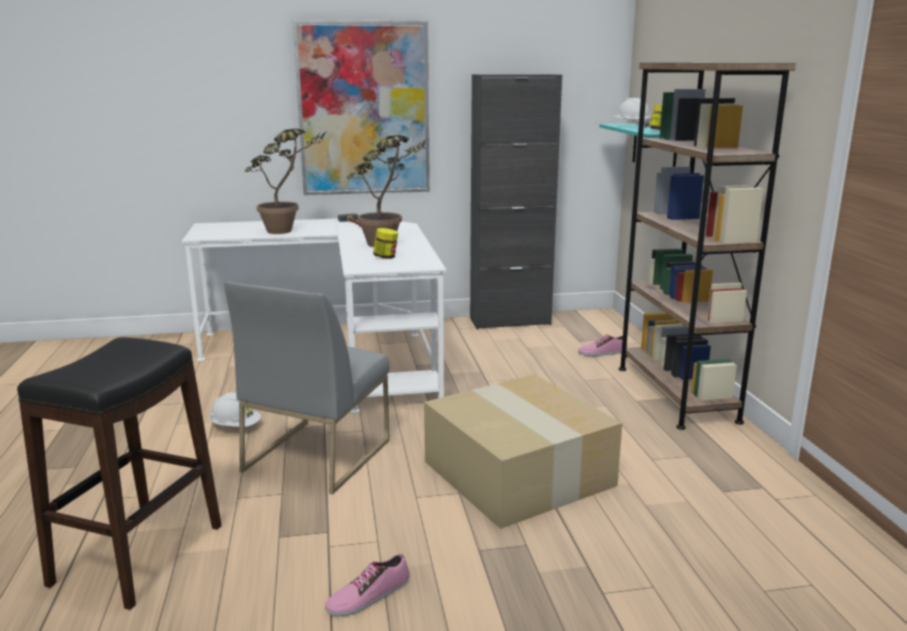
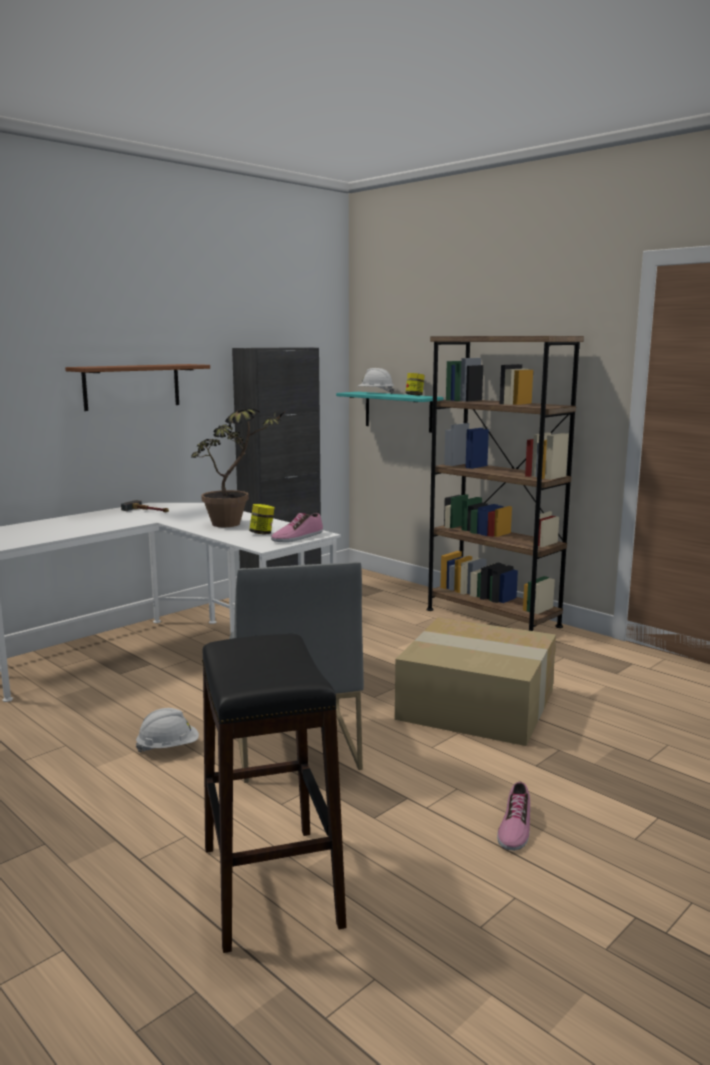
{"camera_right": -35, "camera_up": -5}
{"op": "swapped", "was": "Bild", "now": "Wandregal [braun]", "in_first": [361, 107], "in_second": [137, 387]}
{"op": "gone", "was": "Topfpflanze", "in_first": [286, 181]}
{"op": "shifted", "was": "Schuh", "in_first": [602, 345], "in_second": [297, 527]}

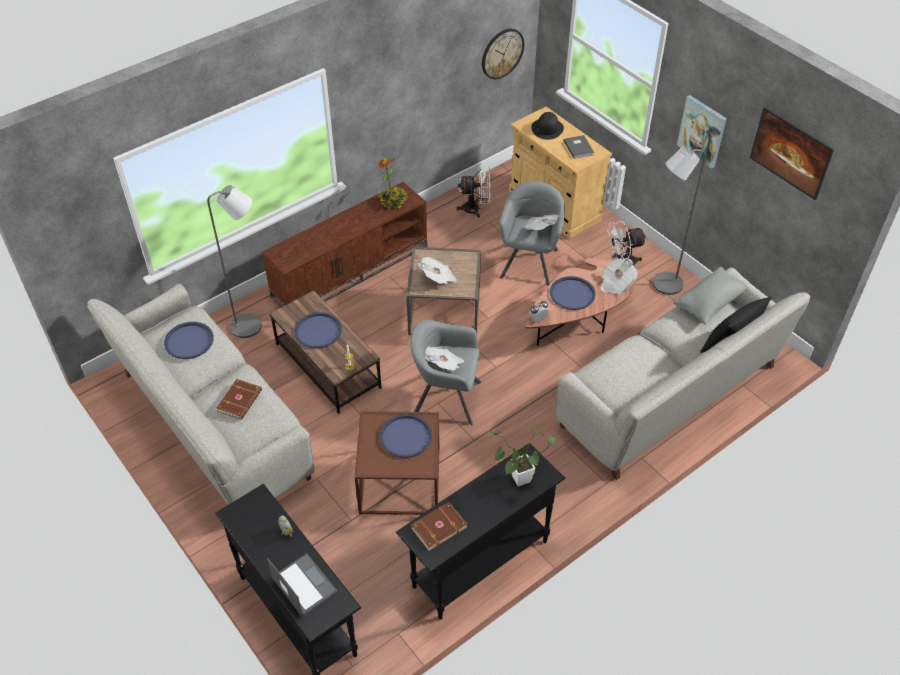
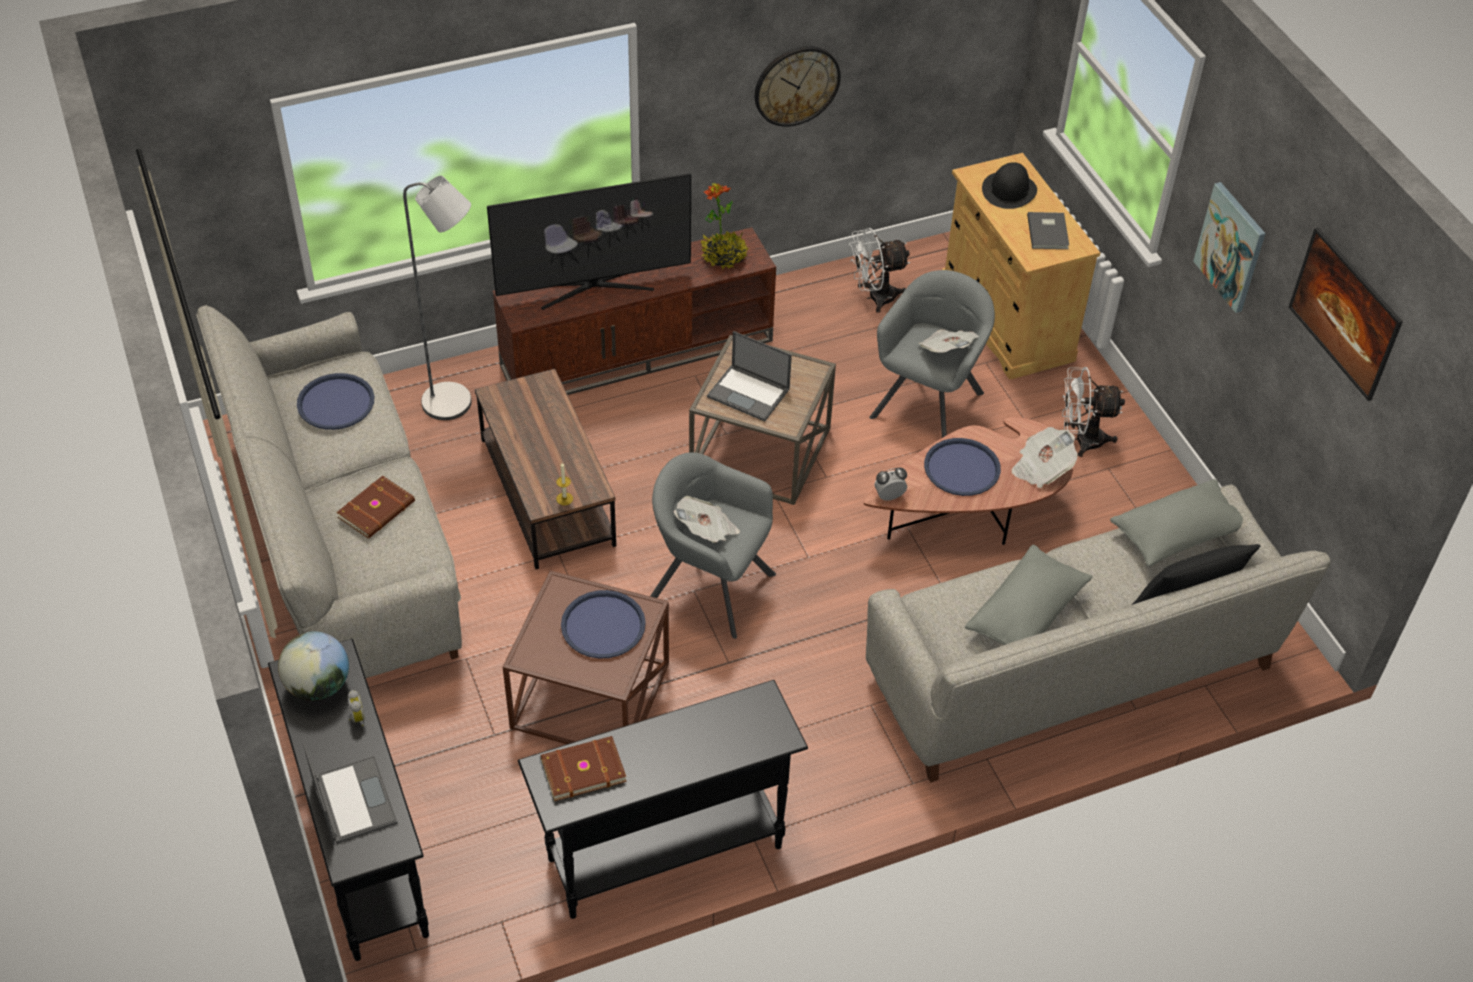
{"camera_right": 15, "camera_up": 0}
{"op": "shifted", "was": "Wanduhr", "in_first": [503, 54], "in_second": [798, 86]}
{"op": "gone", "was": "Stehlampe [grau]", "in_first": [679, 220]}
{"op": "rotated", "was": "Ventilator [weiß]", "in_first": [473, 192], "in_second": [879, 270], "clockwise": 150}
{"op": "swapped", "was": "Zeitung", "now": "Laptop", "in_first": [437, 270], "in_second": [749, 376]}
{"op": "gone", "was": "Tablett [blau]", "in_first": [318, 330]}
{"op": "gone", "was": "Topfpflanze", "in_first": [522, 457]}
{"op": "new", "now": "Fernseher", "in_second": [589, 241]}
{"op": "new", "now": "Kissen [grau]", "in_second": [1029, 595]}
{"op": "new", "now": "Globus", "in_second": [313, 666]}

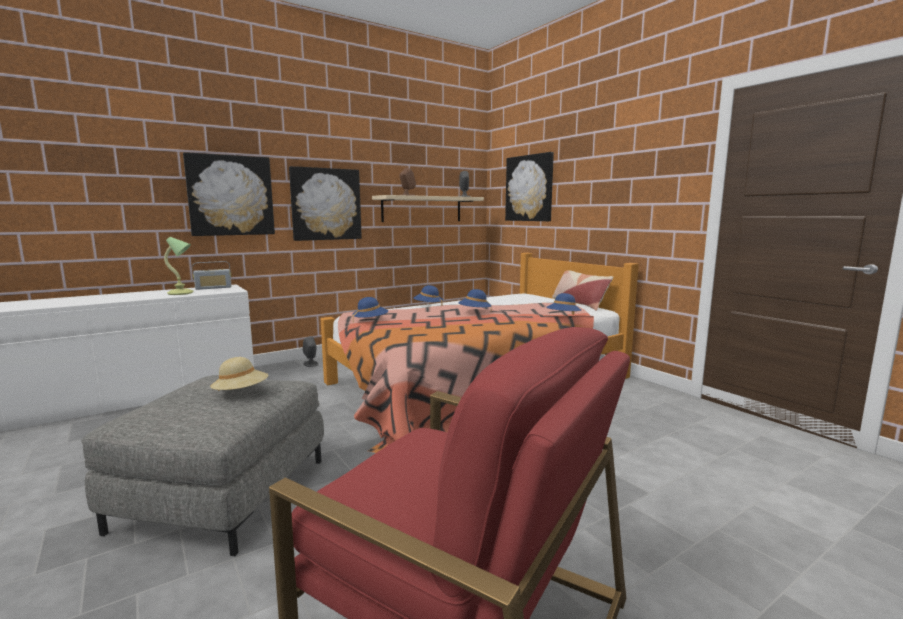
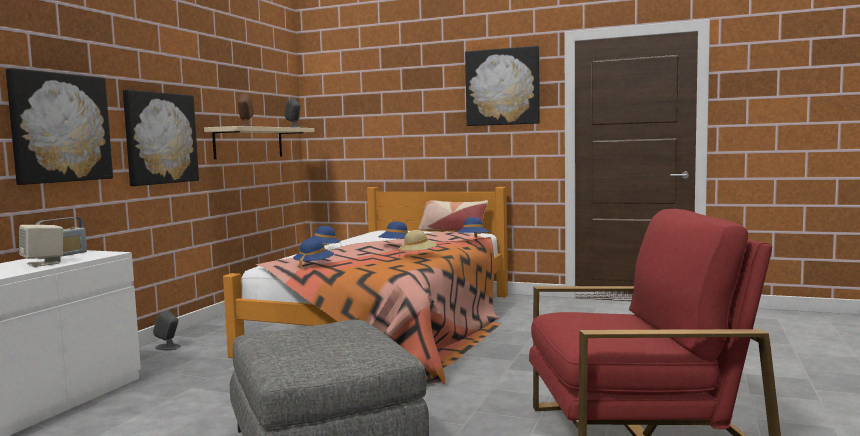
{"camera_right": -35, "camera_up": -5}
{"op": "shifted", "was": "Bild", "in_first": [529, 186], "in_second": [502, 86]}
{"op": "swapped", "was": "Tischlampe", "now": "Lautsprecher [beige]", "in_first": [179, 266], "in_second": [41, 246]}
{"op": "shifted", "was": "Hut [beige]", "in_first": [239, 374], "in_second": [418, 243]}

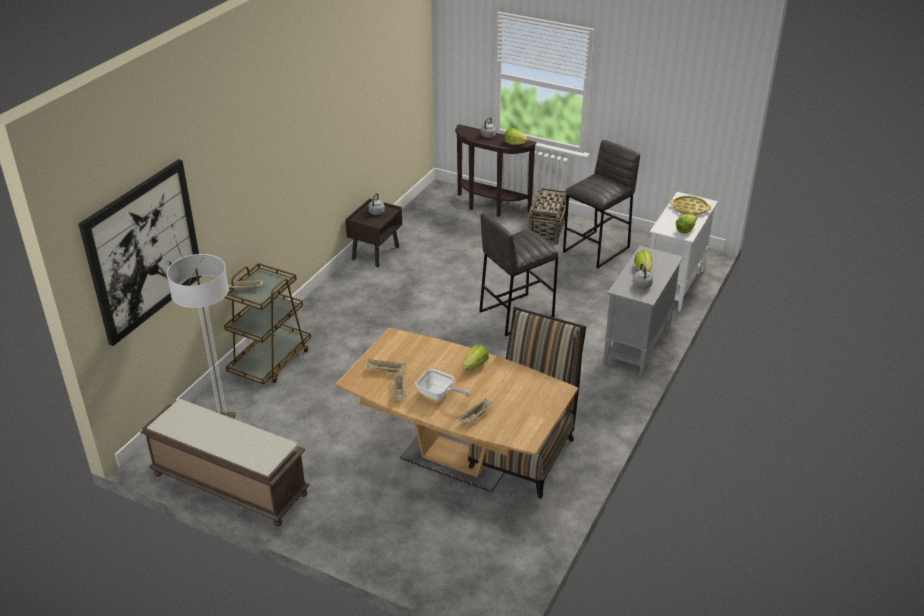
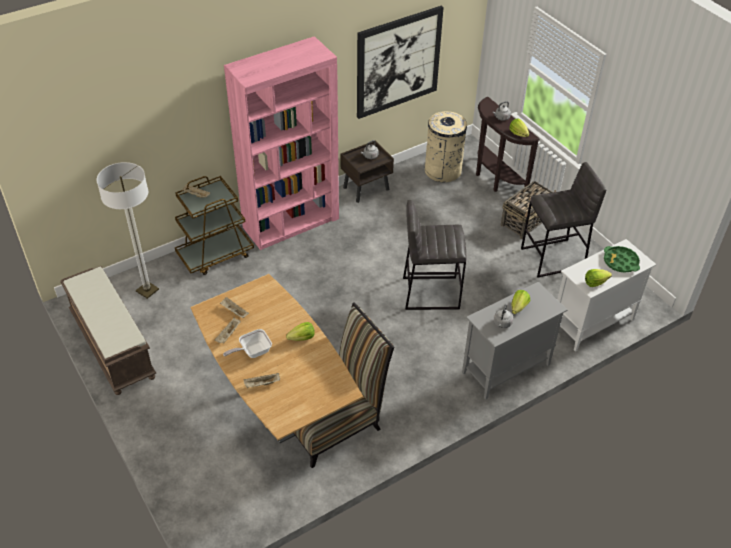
{"camera_right": 30, "camera_up": 10}
{"op": "shifted", "was": "Bild", "in_first": [140, 252], "in_second": [400, 62]}
{"op": "repainted", "was": "Tablett [gelb]", "now": "Tablett [grün]", "in_first": [690, 206], "in_second": [622, 259]}
{"op": "rotated", "was": "Pfanne", "in_first": [442, 384], "in_second": [247, 343], "clockwise": 90}
{"op": "new", "now": "Bücherregal [rosa]", "in_second": [281, 143]}
{"op": "new", "now": "Mülleimer [beige]", "in_second": [446, 146]}

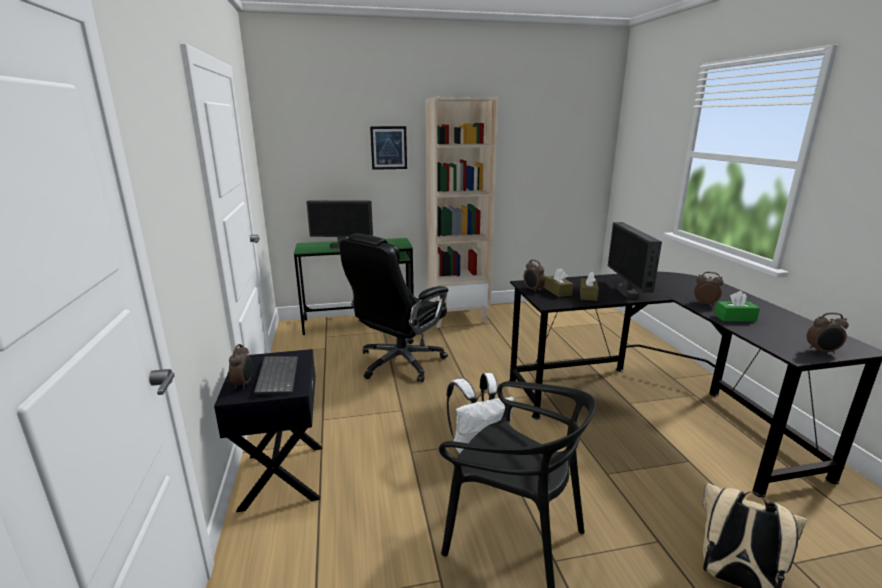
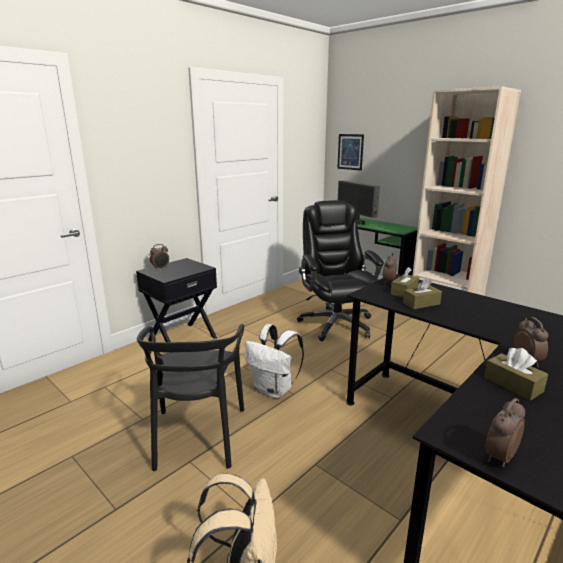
{"camera_right": 55, "camera_up": 0}
{"op": "shifted", "was": "Bild", "in_first": [388, 148], "in_second": [350, 152]}
{"op": "gone", "was": "Monitor", "in_first": [635, 260]}
{"op": "rotated", "was": "Bürostuhl [schwarz]", "in_first": [394, 307], "in_second": [340, 270], "clockwise": 75}
{"op": "repainted", "was": "Taschentuchbox [grün]", "now": "Taschentuchbox [braun]", "in_first": [737, 306], "in_second": [516, 374]}
{"op": "rotated", "was": "Wecker", "in_first": [828, 333], "in_second": [505, 432], "clockwise": 75}
{"op": "gone", "was": "Tastatur", "in_first": [276, 375]}

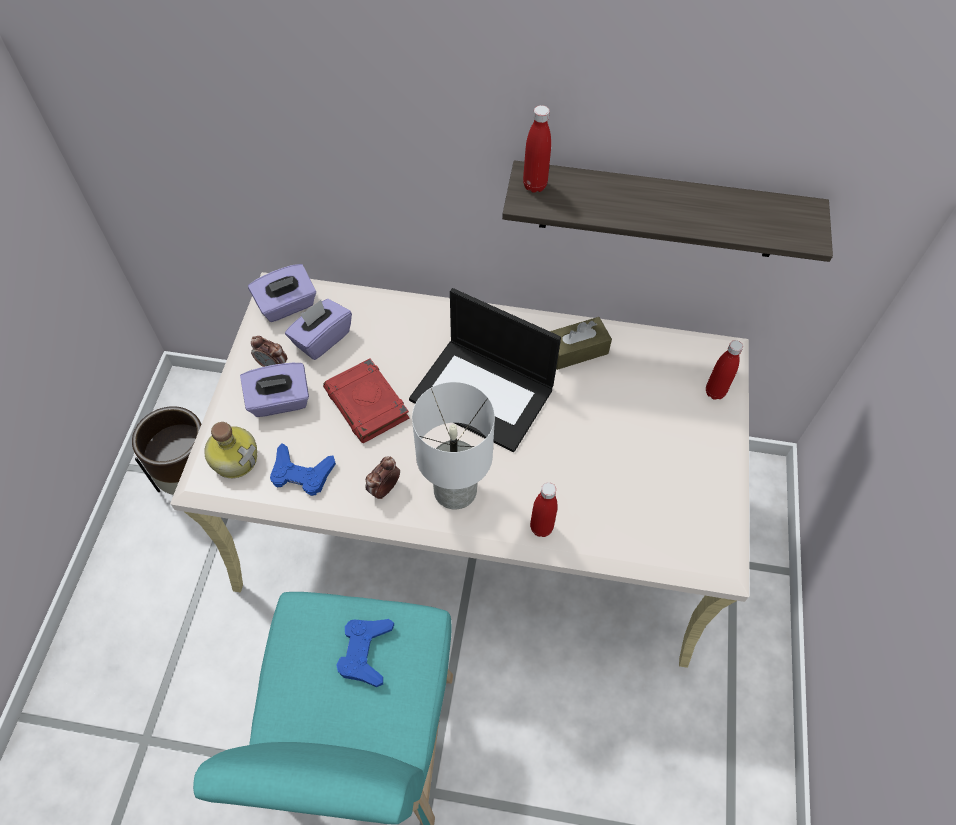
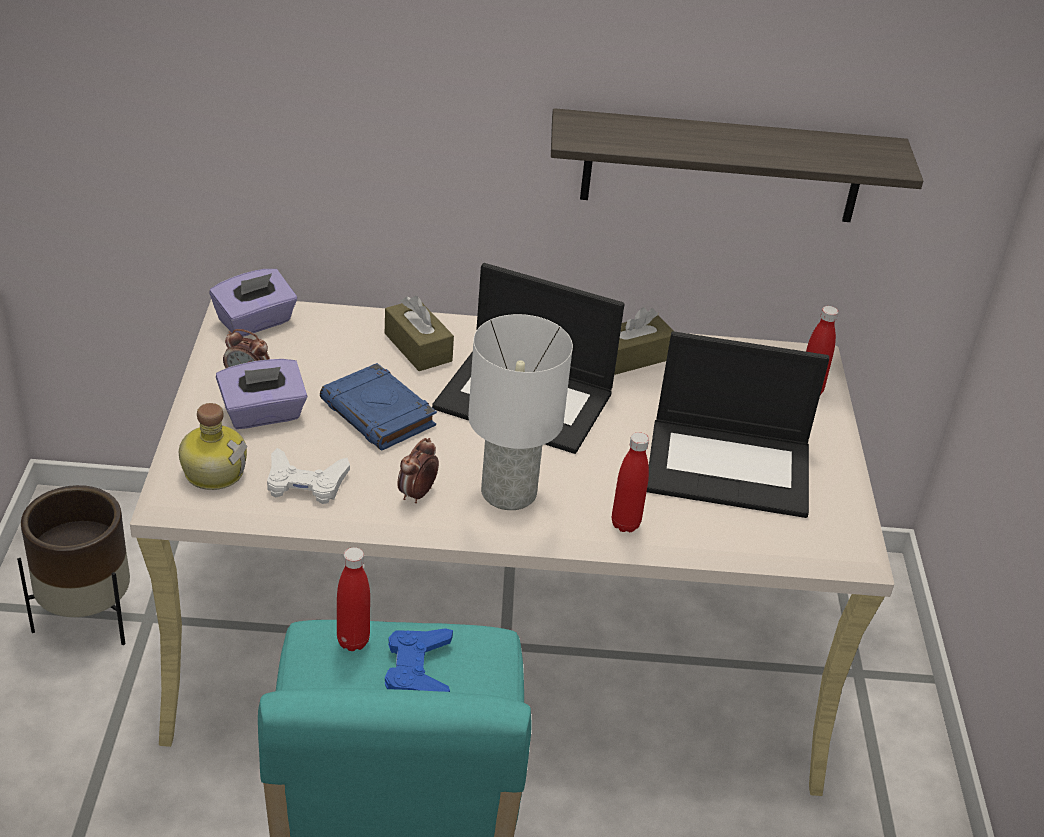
{"camera_right": -10, "camera_up": -20}
{"op": "shifted", "was": "Flasche [rot]", "in_first": [537, 149], "in_second": [353, 599]}
{"op": "gone", "was": "Taschentuchbox [lila]", "in_first": [318, 329]}
{"op": "repainted", "was": "Buch [rot]", "now": "Buch [blau]", "in_first": [366, 400], "in_second": [378, 407]}
{"op": "repainted", "was": "Gamepad [blau]", "now": "Gamepad [weiß]", "in_first": [303, 469], "in_second": [308, 476]}
{"op": "new", "now": "Taschentuchbox [braun]", "in_second": [419, 333]}
{"op": "new", "now": "Laptop", "in_second": [738, 424]}

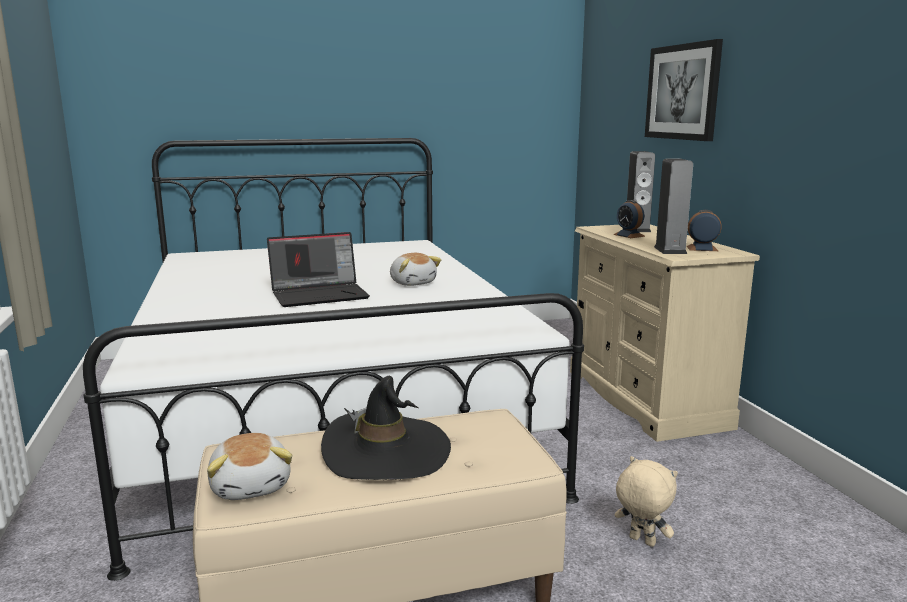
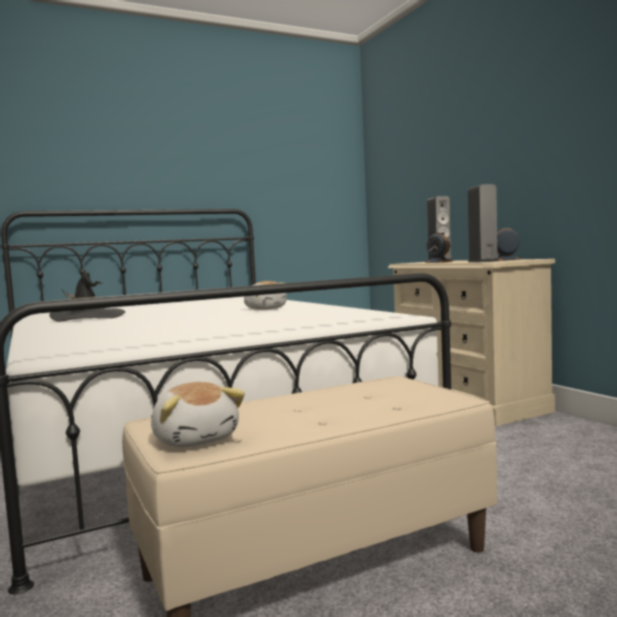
{"camera_right": -10, "camera_up": -10}
{"op": "gone", "was": "Bild", "in_first": [684, 90]}
{"op": "gone", "was": "Laptop", "in_first": [318, 269]}
{"op": "shifted", "was": "Hut [schwarz]", "in_first": [386, 428], "in_second": [87, 297]}
{"op": "gone", "was": "Plüschtier [beige]", "in_first": [646, 501]}

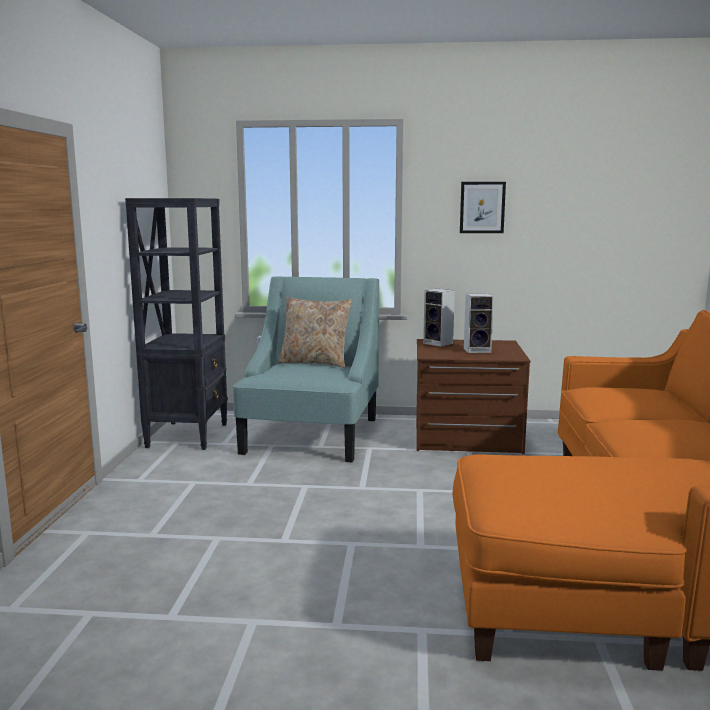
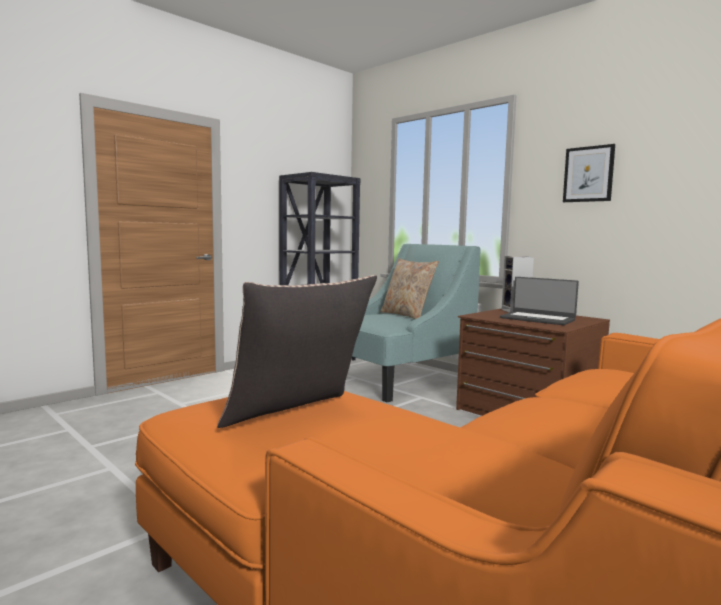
{"camera_right": 40, "camera_up": -5}
{"op": "swapped", "was": "Lautsprecher", "now": "Laptop", "in_first": [479, 323], "in_second": [539, 301]}
{"op": "new", "now": "Kissen", "in_second": [297, 351]}

